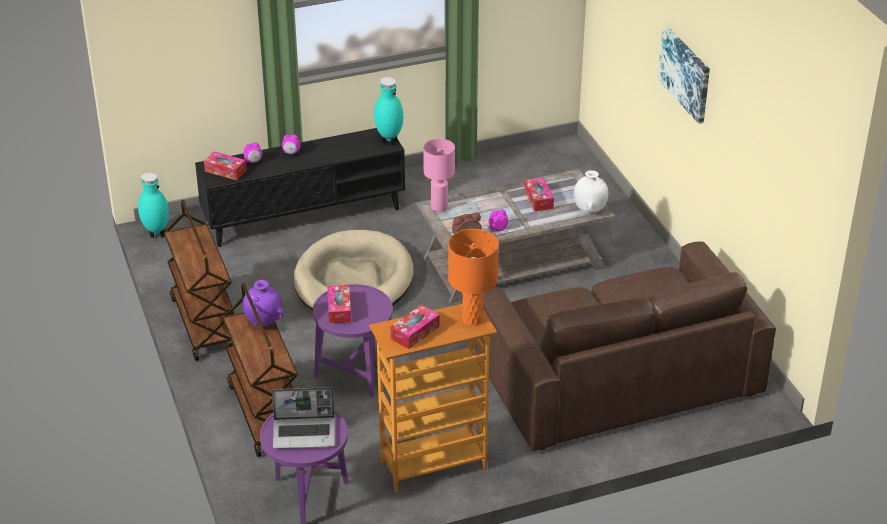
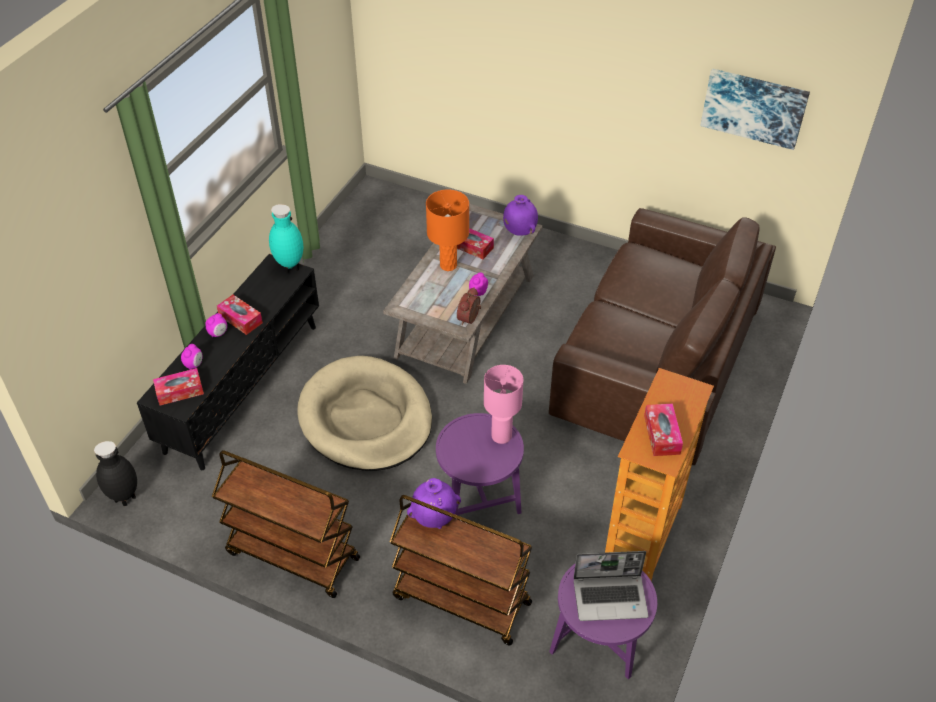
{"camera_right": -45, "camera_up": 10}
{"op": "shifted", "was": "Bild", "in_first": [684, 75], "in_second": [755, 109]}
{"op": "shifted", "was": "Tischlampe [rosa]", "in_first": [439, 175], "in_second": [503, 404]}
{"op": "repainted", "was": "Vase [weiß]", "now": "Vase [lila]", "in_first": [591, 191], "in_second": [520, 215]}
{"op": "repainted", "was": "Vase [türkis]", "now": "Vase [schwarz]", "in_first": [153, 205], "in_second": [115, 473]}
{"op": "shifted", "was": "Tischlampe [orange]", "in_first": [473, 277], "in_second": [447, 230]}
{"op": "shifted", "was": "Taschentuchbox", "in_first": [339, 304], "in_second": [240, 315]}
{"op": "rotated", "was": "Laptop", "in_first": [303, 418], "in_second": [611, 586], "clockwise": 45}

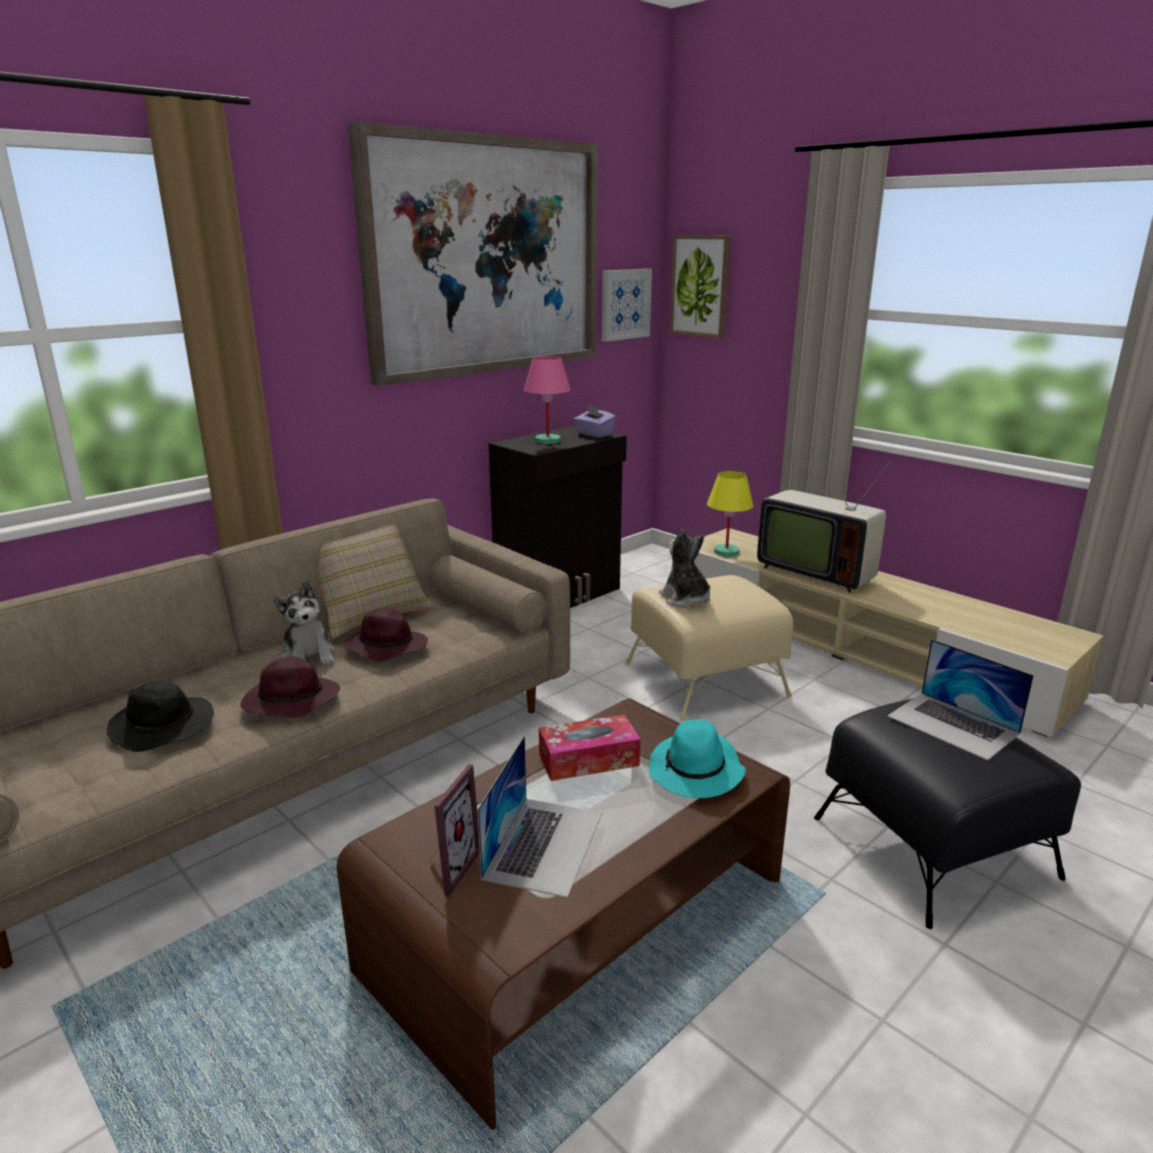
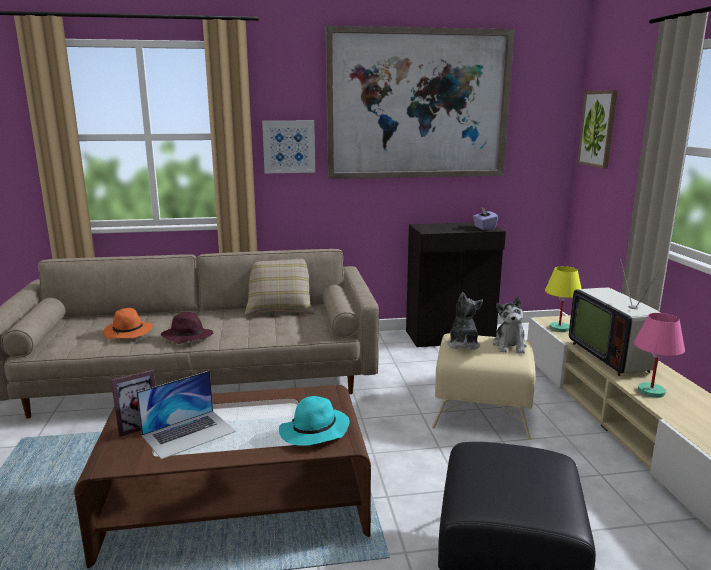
{"camera_right": 35, "camera_up": -5}
{"op": "shifted", "was": "Bild", "in_first": [627, 305], "in_second": [288, 146]}
{"op": "shifted", "was": "Tischlampe [rosa]", "in_first": [547, 400], "in_second": [659, 355]}
{"op": "shifted", "was": "Plüschtier", "in_first": [304, 623], "in_second": [510, 325]}
{"op": "gone", "was": "Hut [lila]", "in_first": [386, 634]}
{"op": "gone", "was": "Laptop", "in_first": [960, 700]}
{"op": "repainted", "was": "Hut [schwarz]", "now": "Hut [orange]", "in_first": [160, 716], "in_second": [128, 323]}
{"op": "gone", "was": "Taschentuchbox", "in_first": [589, 747]}

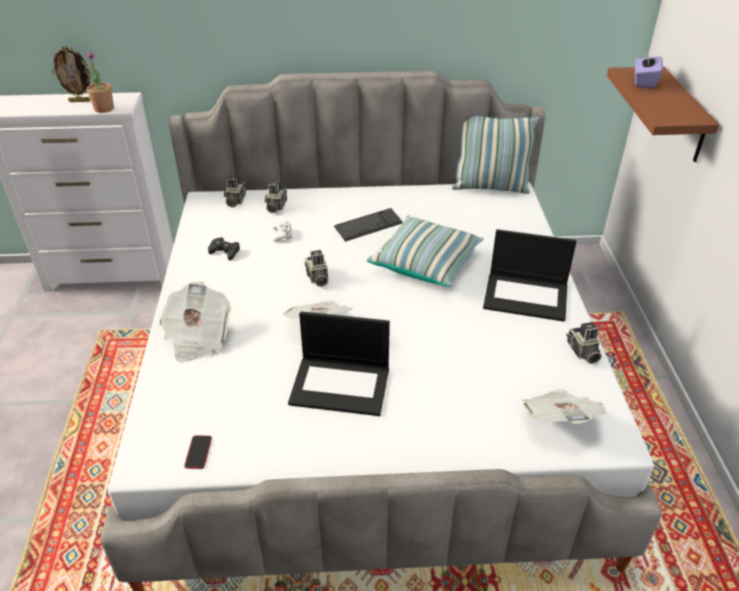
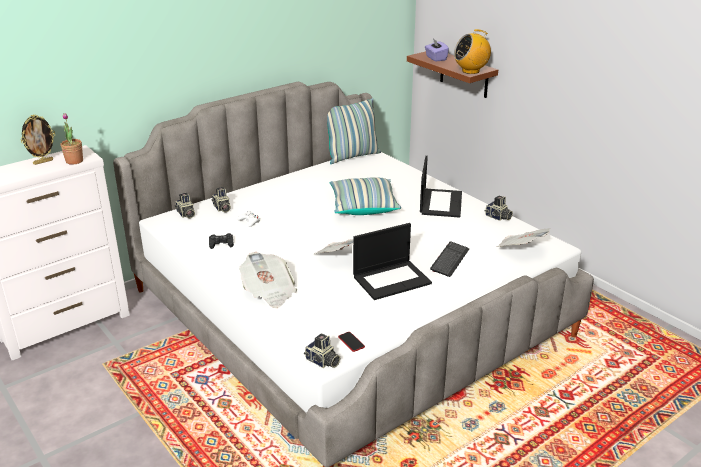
{"camera_right": -35, "camera_up": -10}
{"op": "shifted", "was": "Tastatur", "in_first": [368, 225], "in_second": [449, 259]}
{"op": "rotated", "was": "Laptop", "in_first": [529, 275], "in_second": [441, 187], "clockwise": -60}
{"op": "shifted", "was": "Kamera", "in_first": [316, 268], "in_second": [322, 350]}
{"op": "new", "now": "Radio", "in_second": [472, 51]}

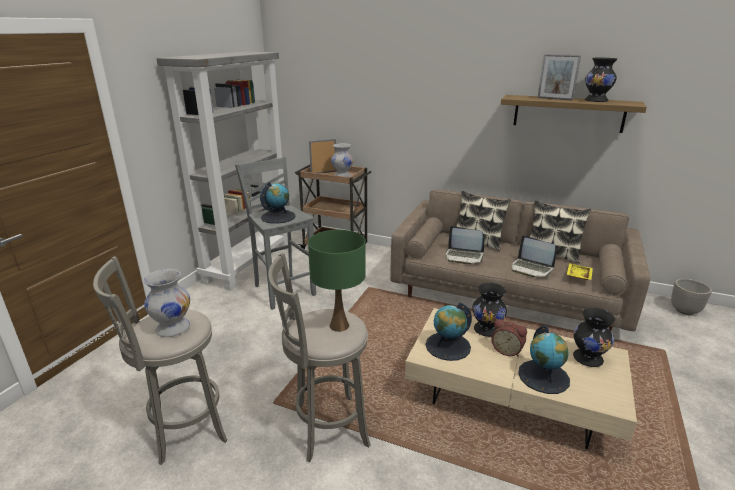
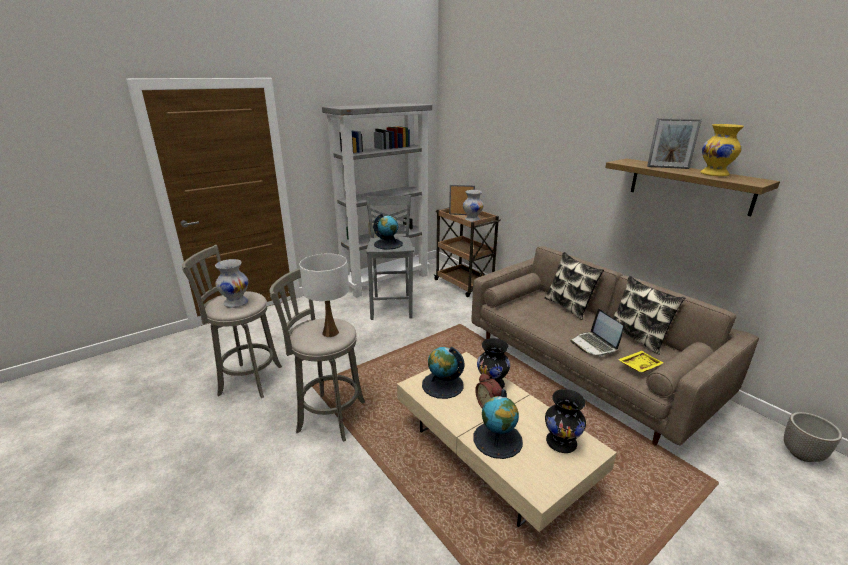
{"camera_right": 30, "camera_up": 0}
{"op": "rotated", "was": "Bilderrahmen", "in_first": [559, 77], "in_second": [674, 143], "clockwise": -45}
{"op": "repainted", "was": "Vase [schwarz]", "now": "Vase [gelb]", "in_first": [601, 80], "in_second": [722, 150]}
{"op": "gone", "was": "Laptop", "in_first": [465, 245]}
{"op": "repainted", "was": "Tischlampe [grün]", "now": "Tischlampe [weiß]", "in_first": [337, 281], "in_second": [324, 295]}

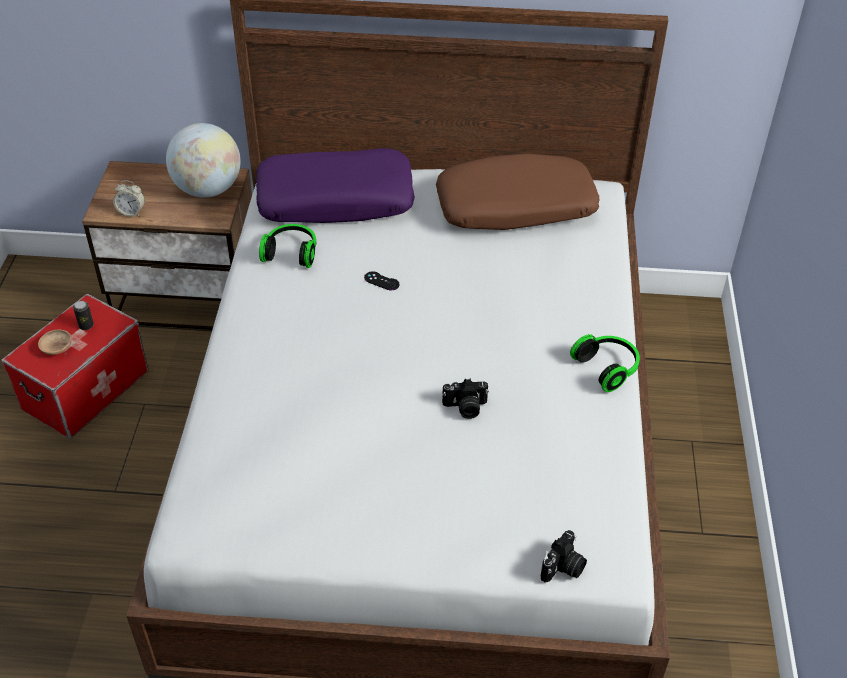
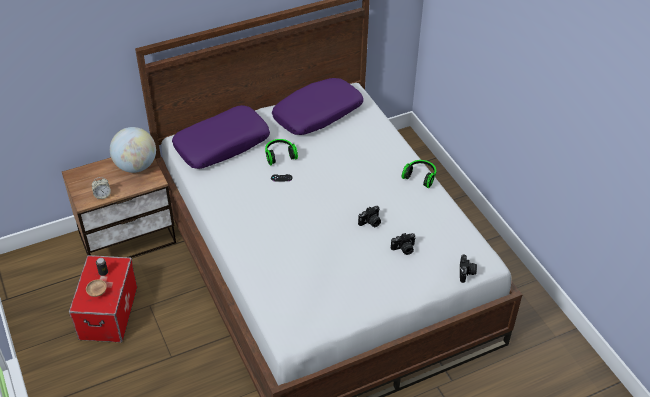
{"camera_right": -30, "camera_up": 0}
{"op": "repainted", "was": "Kissen [braun]", "now": "Kissen [lila]", "in_first": [517, 191], "in_second": [318, 106]}
{"op": "shifted", "was": "Kopfhörer", "in_first": [287, 246], "in_second": [281, 152]}
{"op": "new", "now": "Kamera", "in_second": [403, 244]}

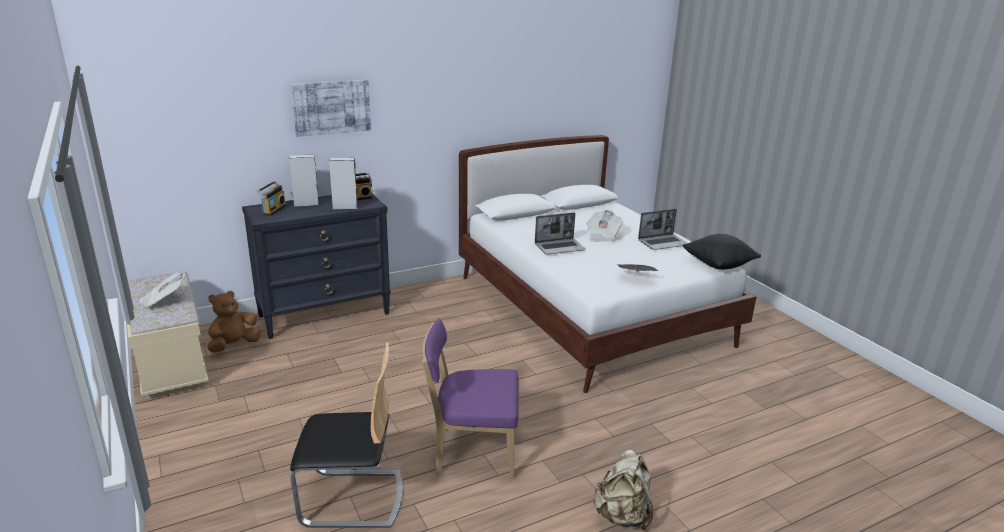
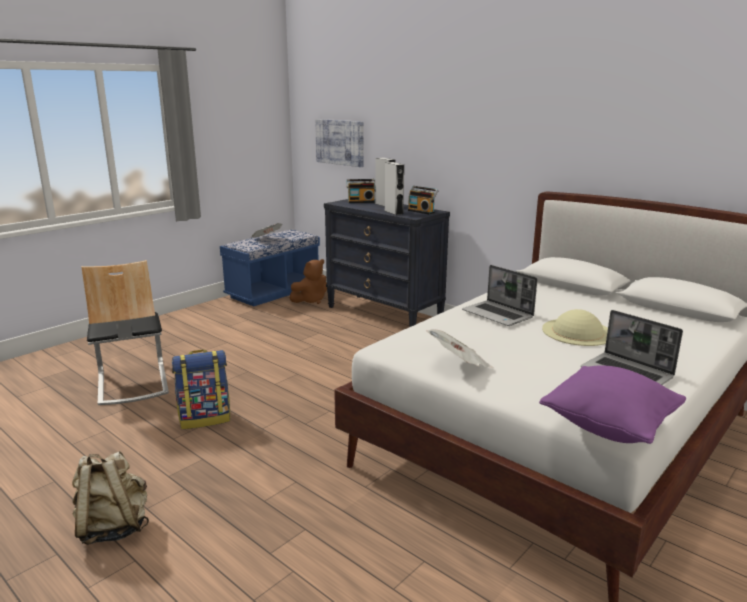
{"camera_right": 70, "camera_up": -5}
{"op": "shifted", "was": "Bild", "in_first": [331, 108], "in_second": [339, 143]}
{"op": "swapped", "was": "Zeitung", "now": "Hut [beige]", "in_first": [604, 226], "in_second": [575, 327]}
{"op": "repainted", "was": "Kissen [schwarz]", "now": "Kissen [lila]", "in_first": [722, 252], "in_second": [612, 405]}
{"op": "repainted", "was": "Bank [beige]", "now": "Bank [blau]", "in_first": [168, 335], "in_second": [270, 268]}
{"op": "rotated", "was": "Plüschtier [braun]", "in_first": [234, 322], "in_second": [308, 281], "clockwise": 120}
{"op": "swapped", "was": "Stuhl [lila]", "now": "Rucksack", "in_first": [470, 398], "in_second": [201, 389]}

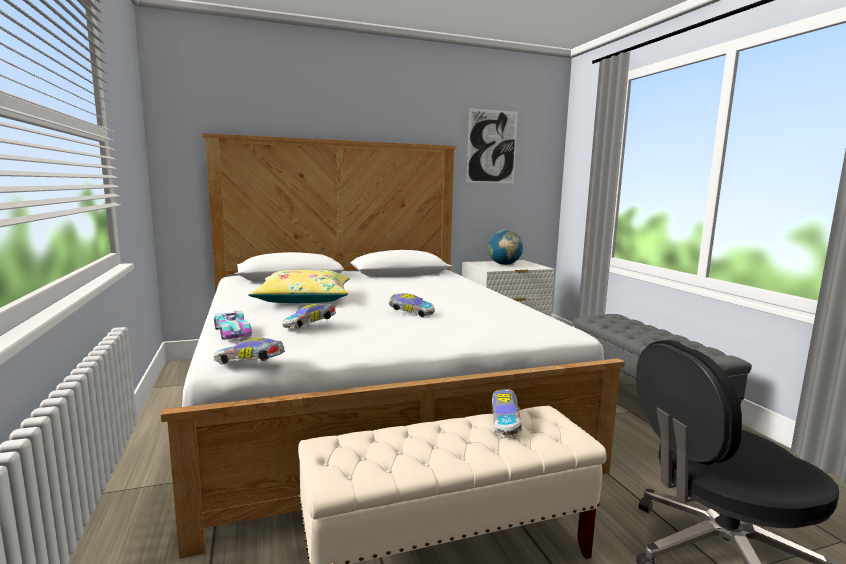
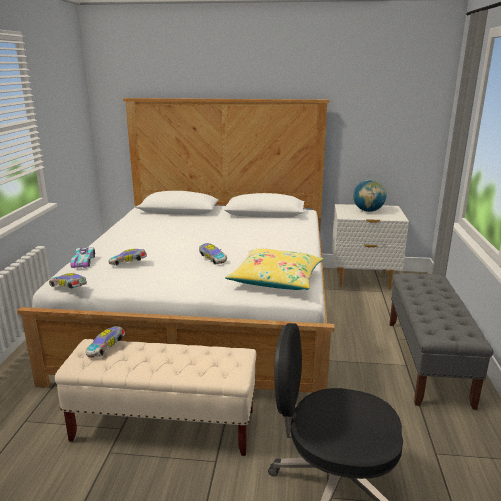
{"camera_right": 25, "camera_up": 10}
{"op": "gone", "was": "Bild", "in_first": [492, 145]}
{"op": "shifted", "was": "Kissen [gelb]", "in_first": [299, 286], "in_second": [274, 269]}
{"op": "shifted", "was": "Spielzeugauto", "in_first": [507, 412], "in_second": [105, 342]}

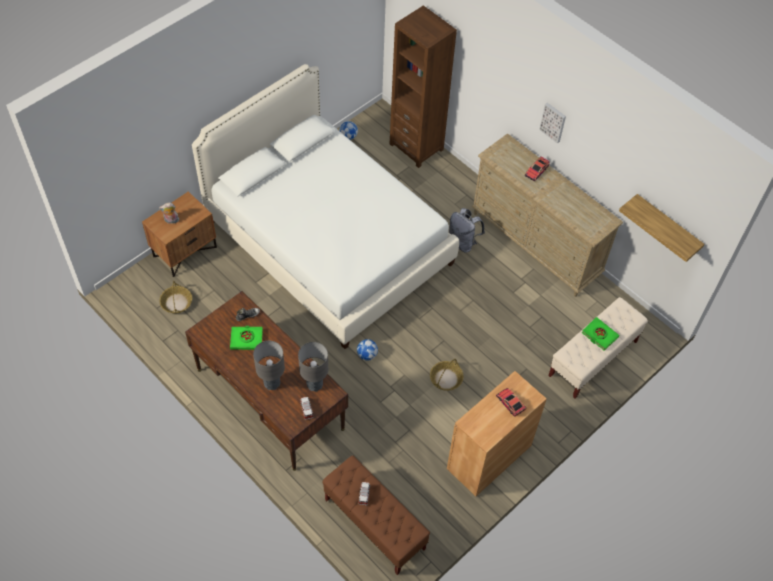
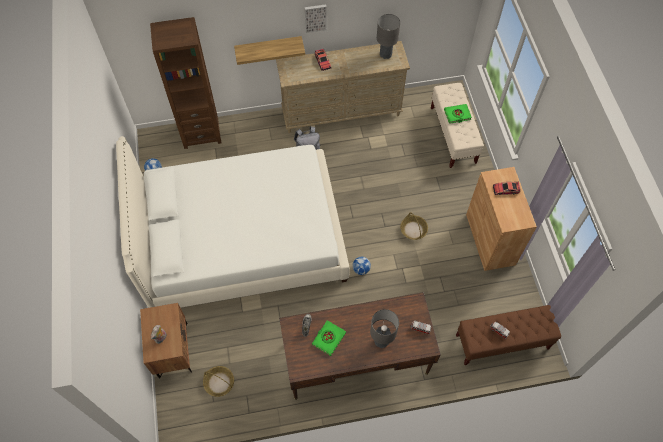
{"camera_right": -55, "camera_up": 5}
{"op": "shifted", "was": "Wandregal", "in_first": [662, 228], "in_second": [269, 50]}
{"op": "shifted", "was": "Tischlampe [grau]", "in_first": [313, 367], "in_second": [388, 36]}

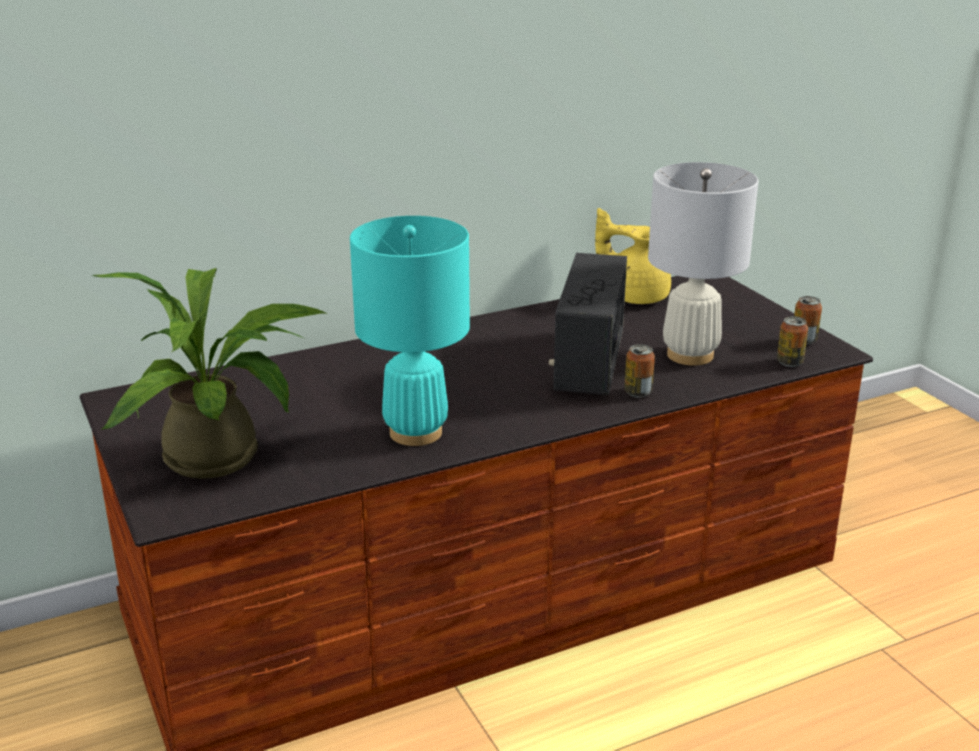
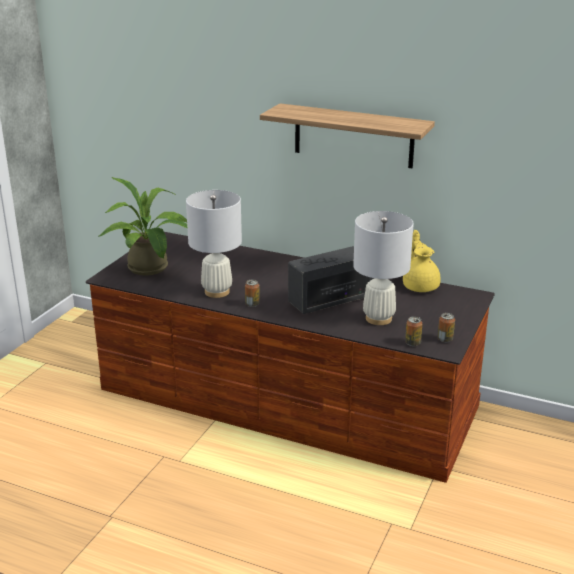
{"camera_right": 50, "camera_up": 0}
{"op": "repainted", "was": "Tischlampe [türkis]", "now": "Tischlampe [weiß]", "in_first": [410, 331], "in_second": [214, 244]}
{"op": "shifted", "was": "Dose", "in_first": [639, 371], "in_second": [252, 293]}
{"op": "new", "now": "Wandregal", "in_second": [347, 135]}

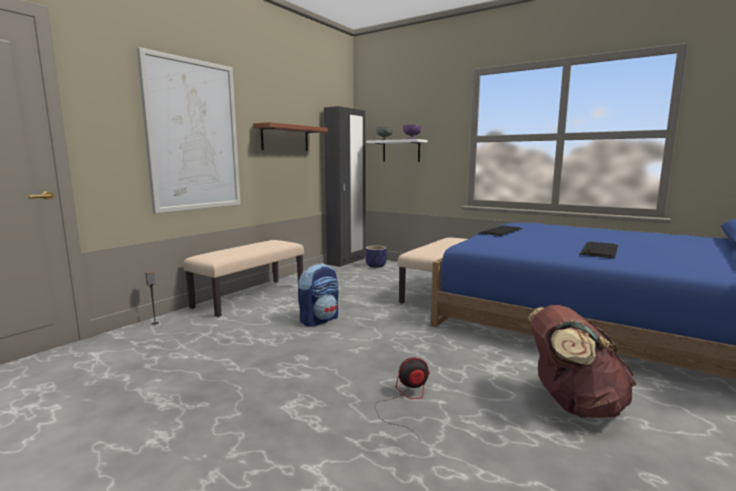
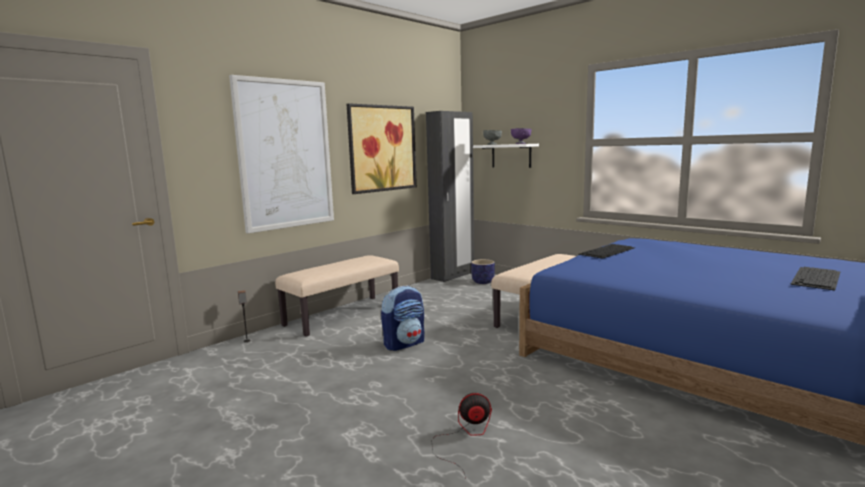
{"camera_right": 10, "camera_up": 0}
{"op": "swapped", "was": "Wandregal [braun]", "now": "Bild", "in_first": [290, 136], "in_second": [382, 148]}
{"op": "shifted", "was": "Tastatur", "in_first": [598, 250], "in_second": [815, 279]}
{"op": "gone", "was": "Rucksack [braun]", "in_first": [582, 361]}

